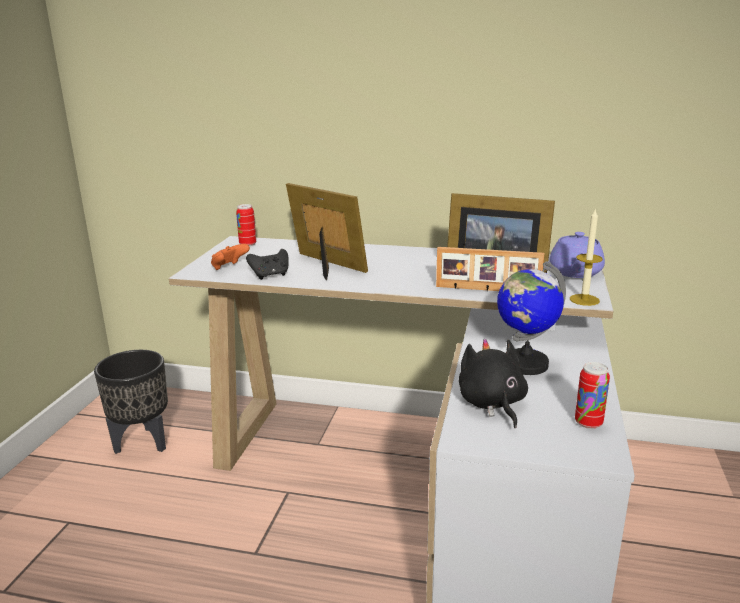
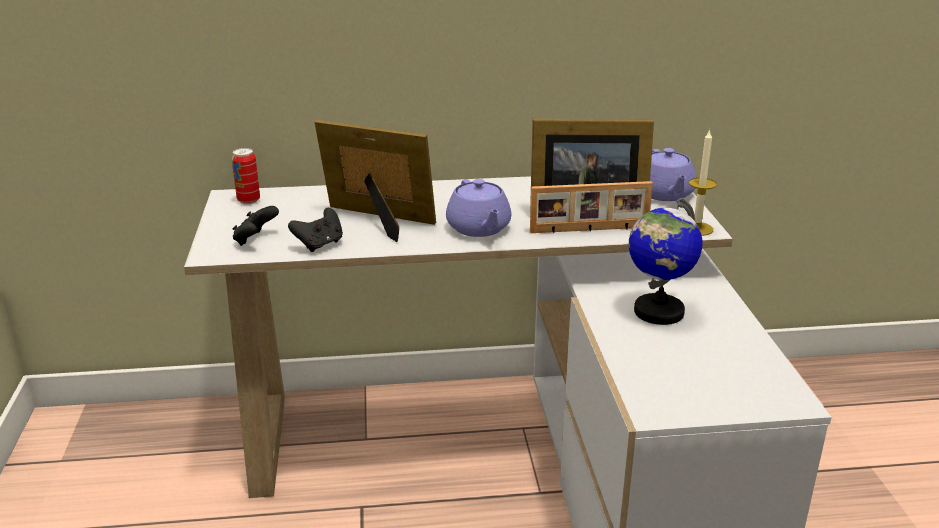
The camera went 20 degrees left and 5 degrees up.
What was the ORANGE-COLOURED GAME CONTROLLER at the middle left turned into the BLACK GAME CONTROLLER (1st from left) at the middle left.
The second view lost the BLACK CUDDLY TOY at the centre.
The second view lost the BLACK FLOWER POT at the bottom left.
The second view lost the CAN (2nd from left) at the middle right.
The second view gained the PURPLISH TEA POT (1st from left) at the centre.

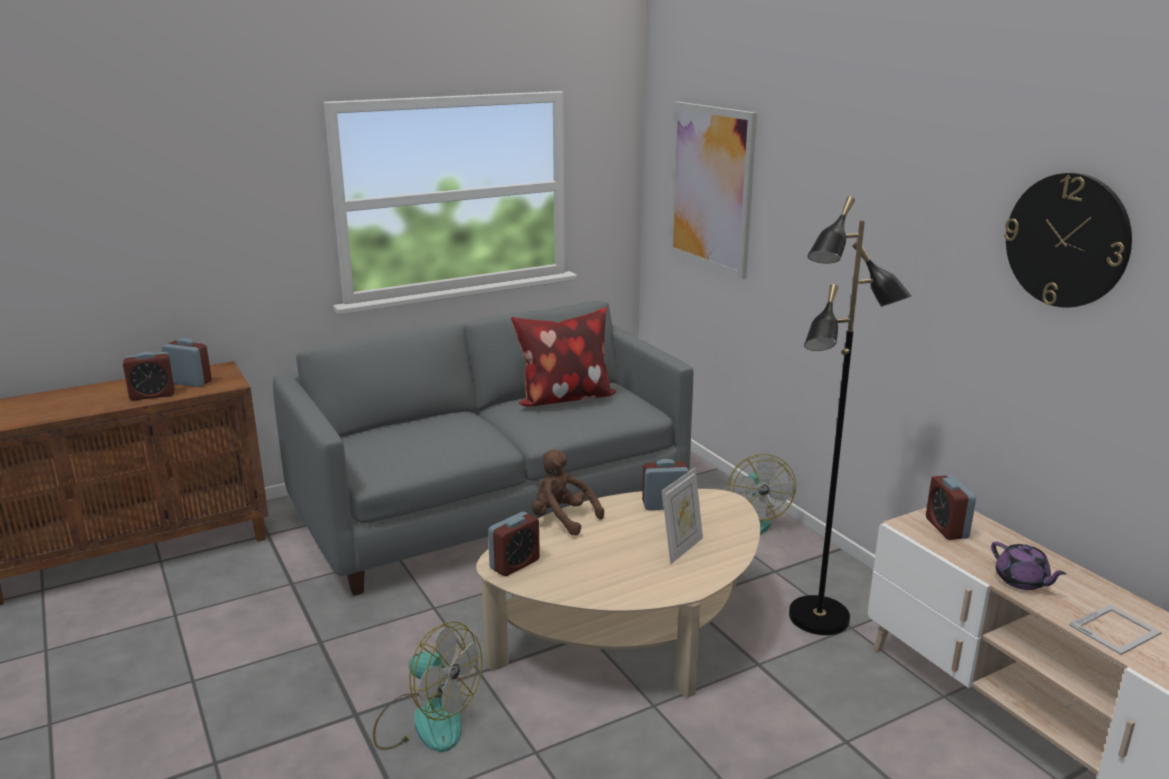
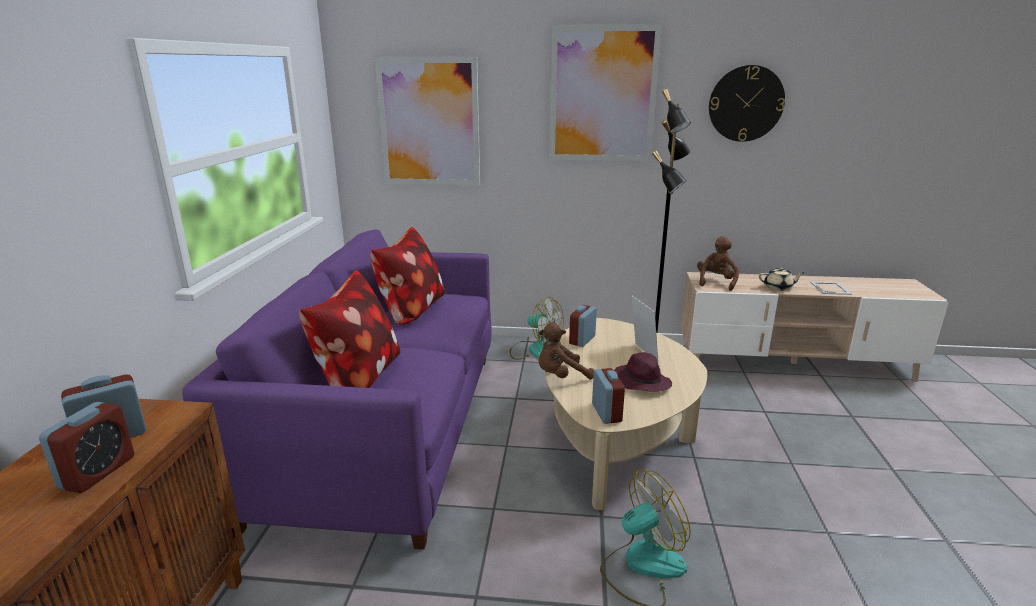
The camera went 55 degrees left and 0 degrees up.
What was the GRAY SOFA at the centre turned into the PURPLISH SOFA at the middle left.
Where the BEDSIDE CLOCK (5th from left) stood at the middle right, the BROWN CUDDLY TOY (2nd from left) came to stand at the middle right.
What was the PURPLISH TEA POT at the bottom right turned into the SAND-COLOURED TEA POT at the middle right.
The second view gained the PICTURE (2nd from left) at the top centre.
The second view gained the PILLOW (1st from left) at the centre.
The second view gained the PURPLISH CLOTHING HAT at the centre.

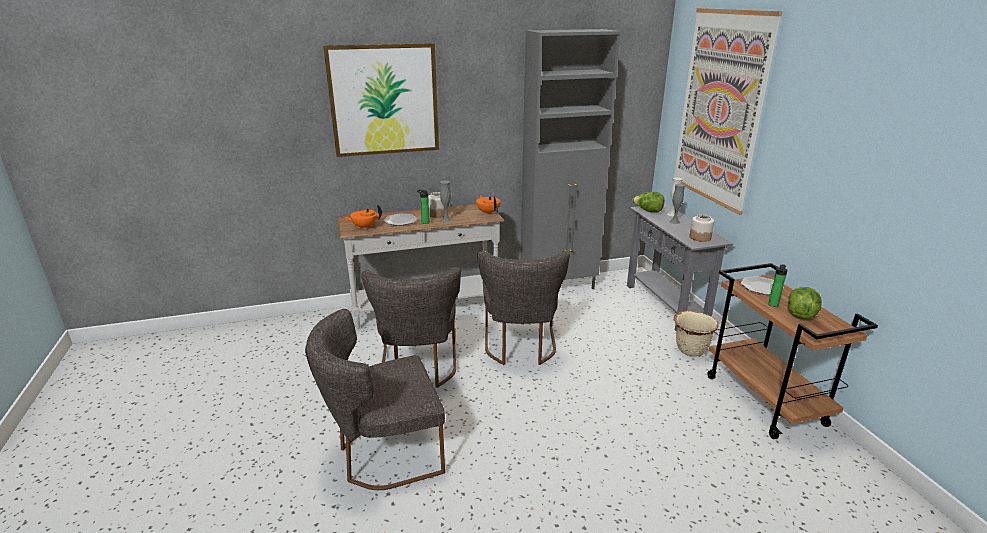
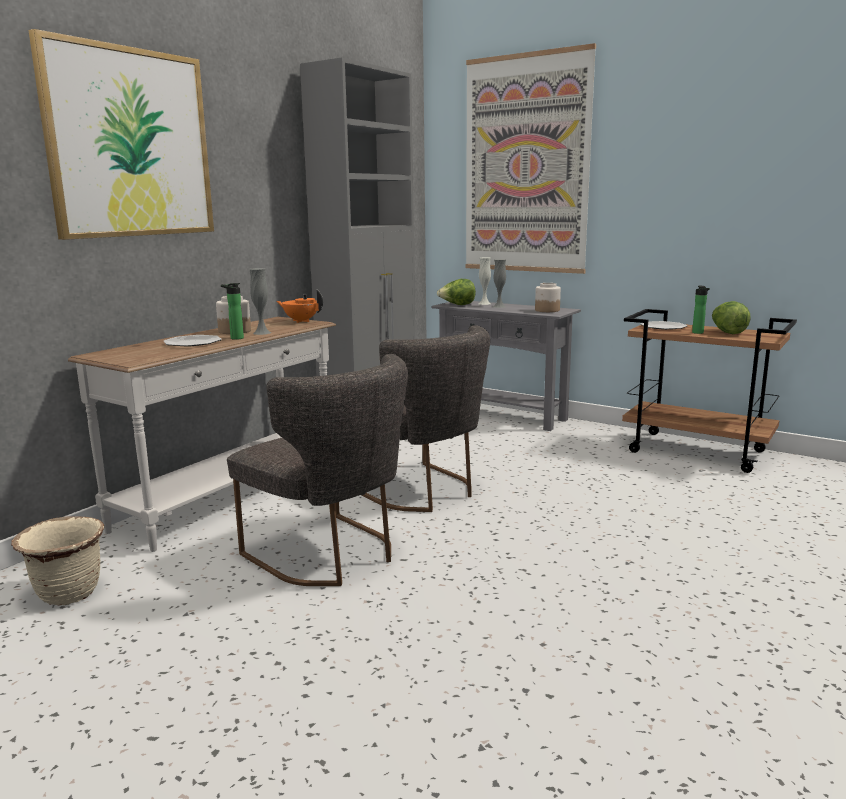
The camera went 40 degrees left and 10 degrees down.
The second view lost the ORANGE-COLOURED TEA POT (1st from left) at the centre.
The second view lost the GRAY PLAIN CHAIR (1st from left) at the bottom centre.
The SAND-COLOURED FLOWER POT ended up elsewhere, having gone from the middle right to the bottom left.

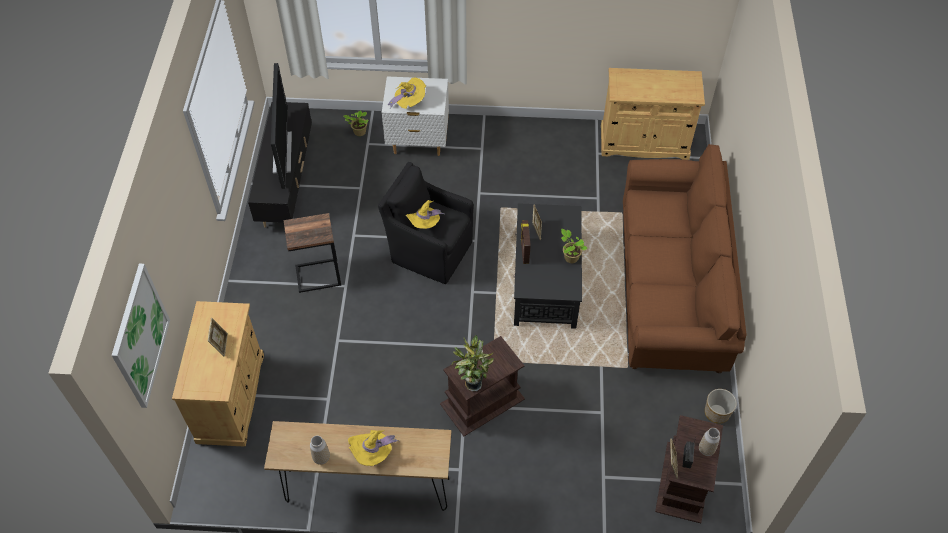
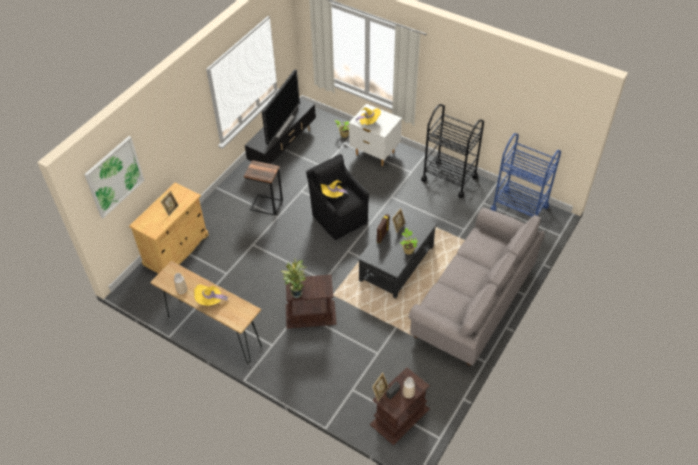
The camera went 30 degrees right and 5 degrees down.
Where the SAND-COLOURED STORAGE CABINET (2nd from left) stood at the top right, the BLUE-COLOURED WHEELED CART came to stand at the middle right.
What was the BROWN SOFA at the middle right turned into the GRAY SOFA at the middle right.
The second view lost the FLOWER POT at the bottom right.
The second view gained the BLACK WHEELED CART at the top centre.

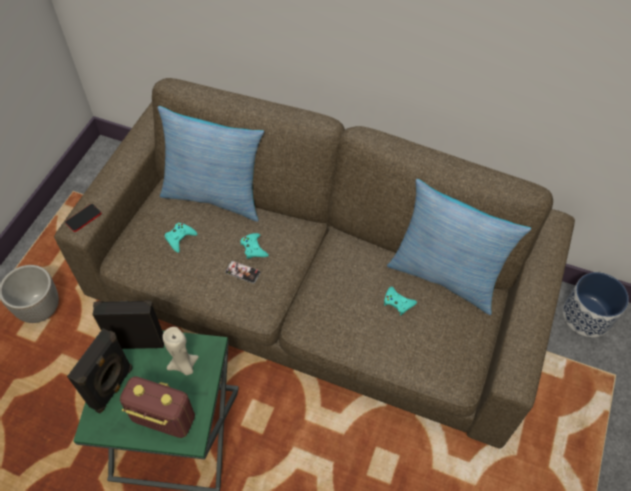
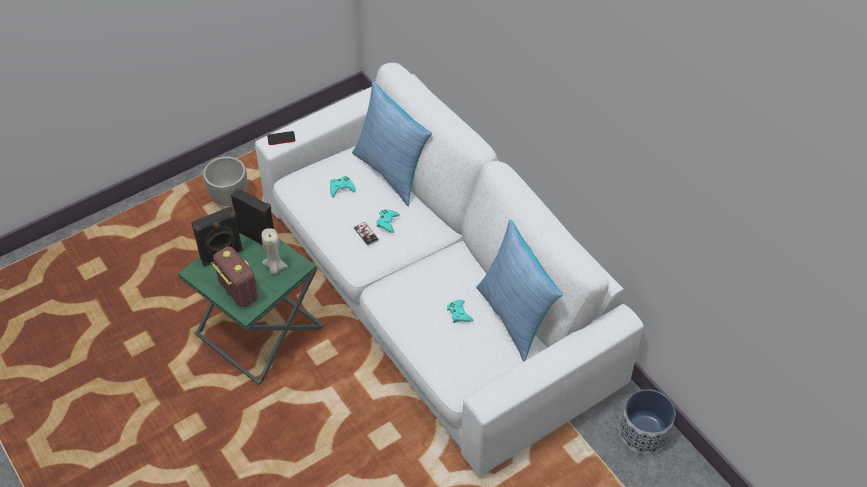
The camera went 35 degrees right and 5 degrees down.
What was the BROWN SOFA at the centre turned into the WHITE SOFA at the centre.

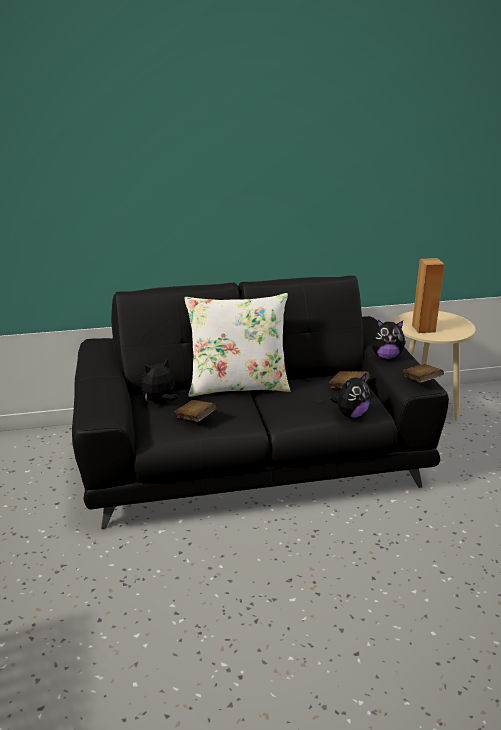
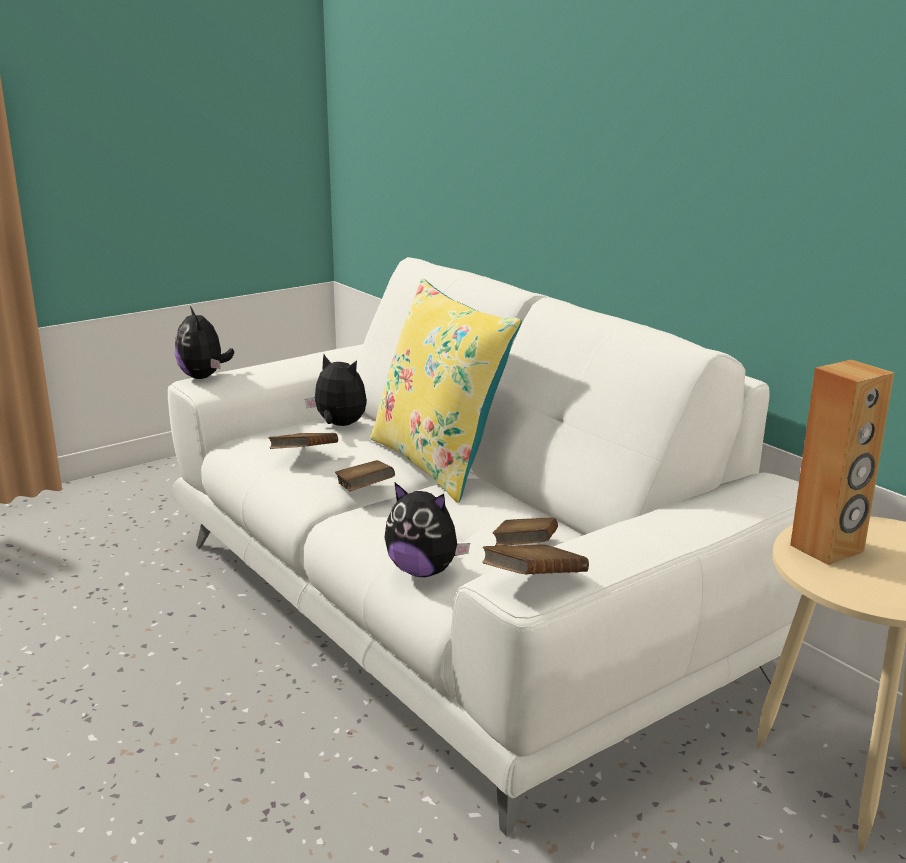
The camera went 65 degrees right and 5 degrees down.
What was the BLACK SOFA at the centre turned into the WHITE SOFA at the centre.
What was the WHITE PILLOW at the centre turned into the YELLOW-COLOURED PILLOW at the centre.
The CUDDLY TOY (3rd from left in the first image) ended up elsewhere, having gone from the middle right to the middle left.
The second view gained the BROWN BOUND BOOK (2nd from left) at the centre.

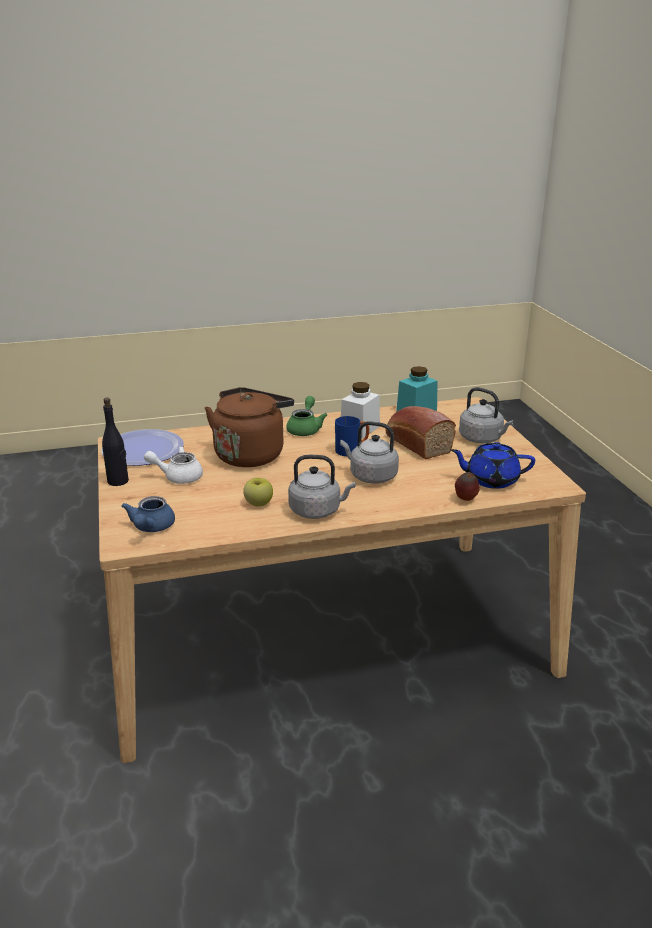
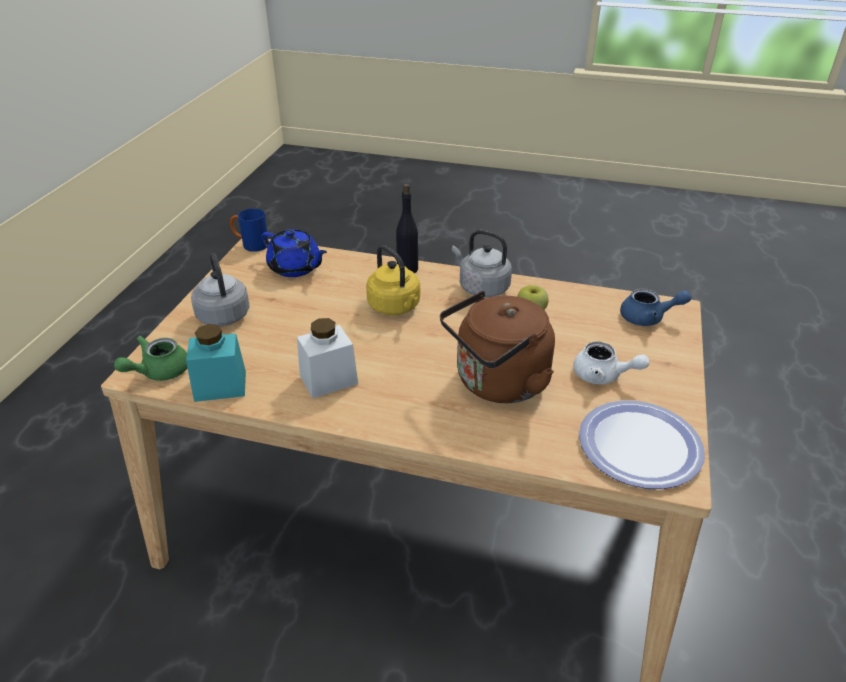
The camera went 150 degrees left and 10 degrees up.
The GREEN TEA POT ended up elsewhere, having gone from the centre to the middle left.
The BLACK BOTTLE ended up elsewhere, having gone from the middle left to the centre.
The second view lost the BAKED BREAD at the centre.
The BLUE-COLOURED TEA MUG ended up elsewhere, having gone from the centre to the middle left.
What was the GRAY KETTLE (2nd from left) at the centre turned into the YELLOW-COLOURED KETTLE at the centre.
The second view lost the APPLE FRUIT (2nd from left) at the middle right.
The BLUE-COLOURED TEA POT (1st from left in the first image) at the middle left ended up facing another way, 60 degrees clockwise from before.

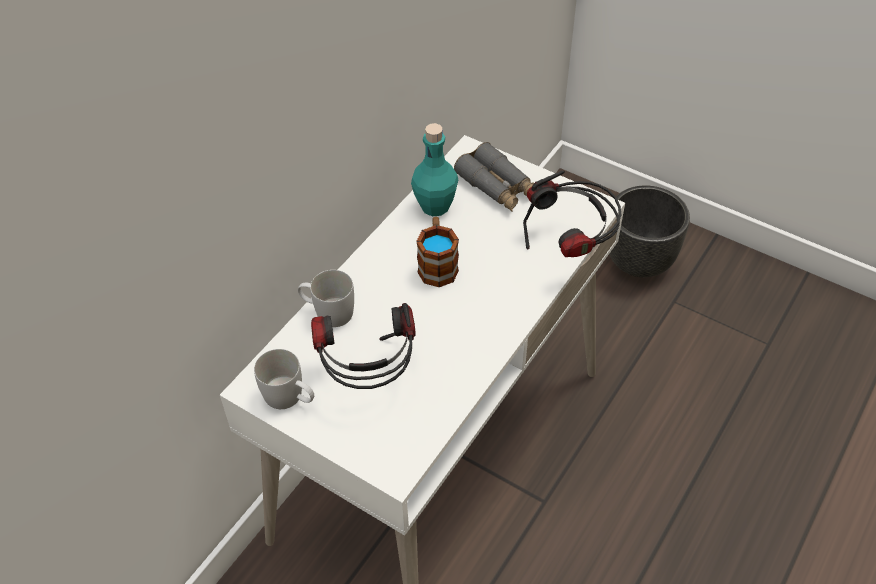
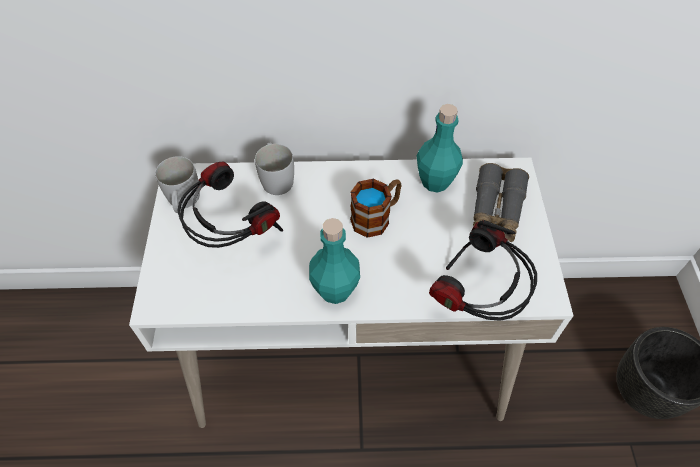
The camera went 55 degrees right and 5 degrees up.
The second view gained the TURQUOISE BOTTLE (1st from left) at the centre.

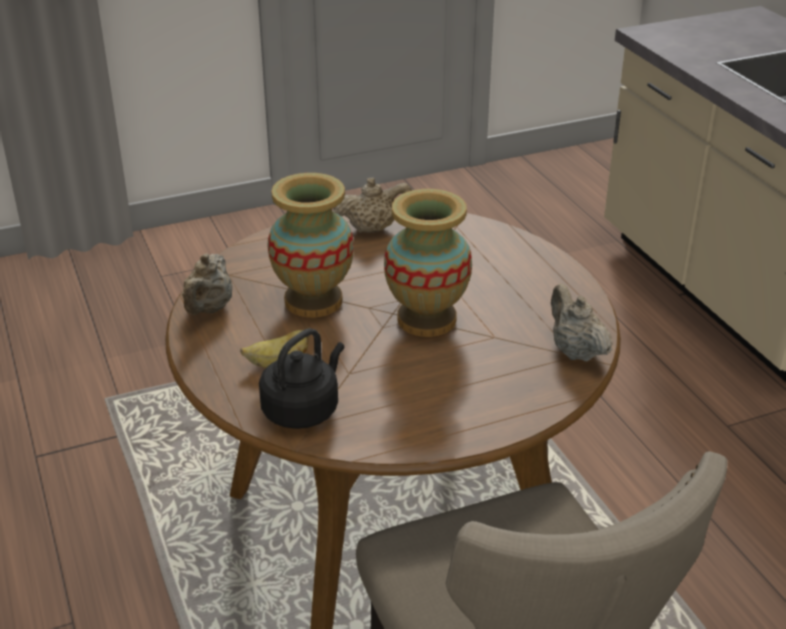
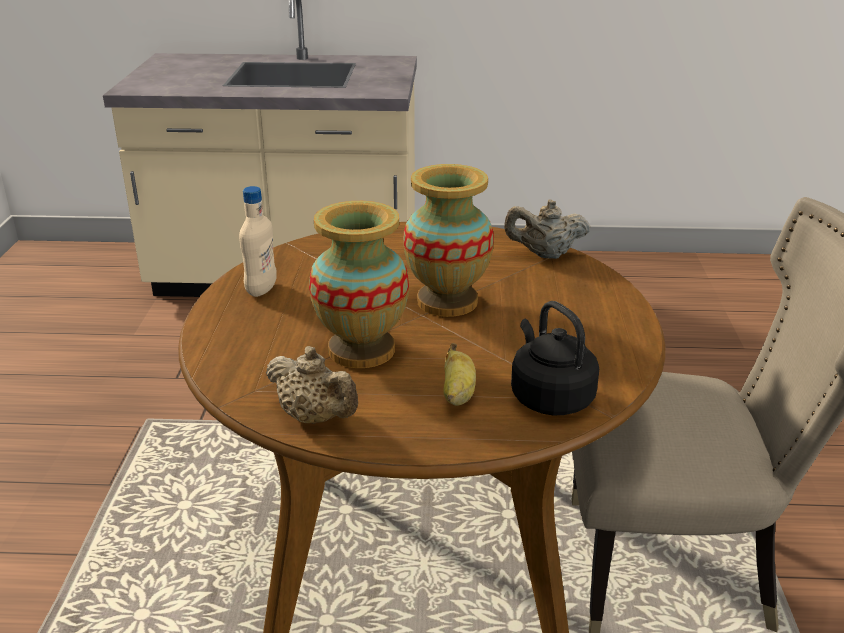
The camera went 65 degrees left and 5 degrees down.
Where the SAND-COLOURED TEA POT (2nd from left) stood at the top centre, the SAND-COLOURED BOTTLE came to stand at the middle left.

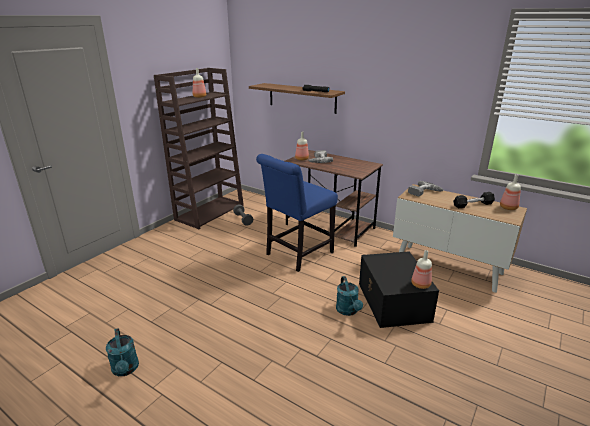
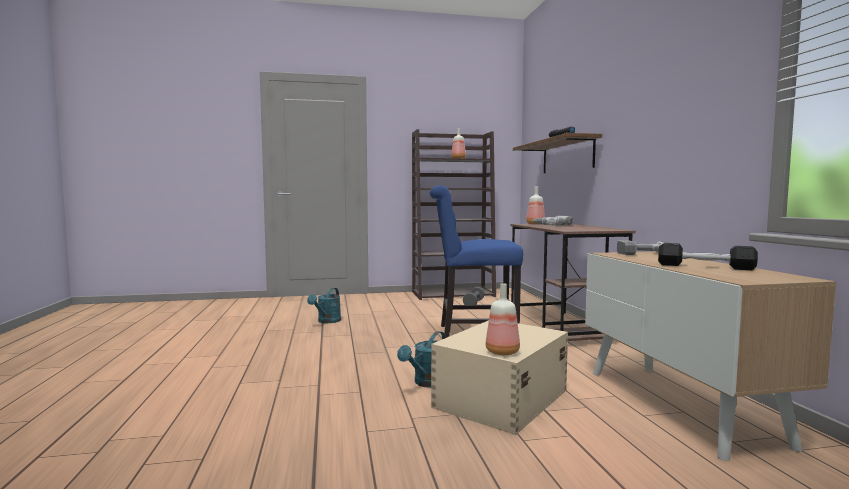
The camera went 45 degrees right and 20 degrees down.
The second view lost the BOTTLE (4th from left) at the middle right.
What was the BLACK STORAGE BIN at the bottom right turned into the SAND-COLOURED STORAGE BIN at the bottom centre.
The TURQUOISE SPRINKLING CAN (1st from left) ended up elsewhere, having gone from the bottom left to the centre.

